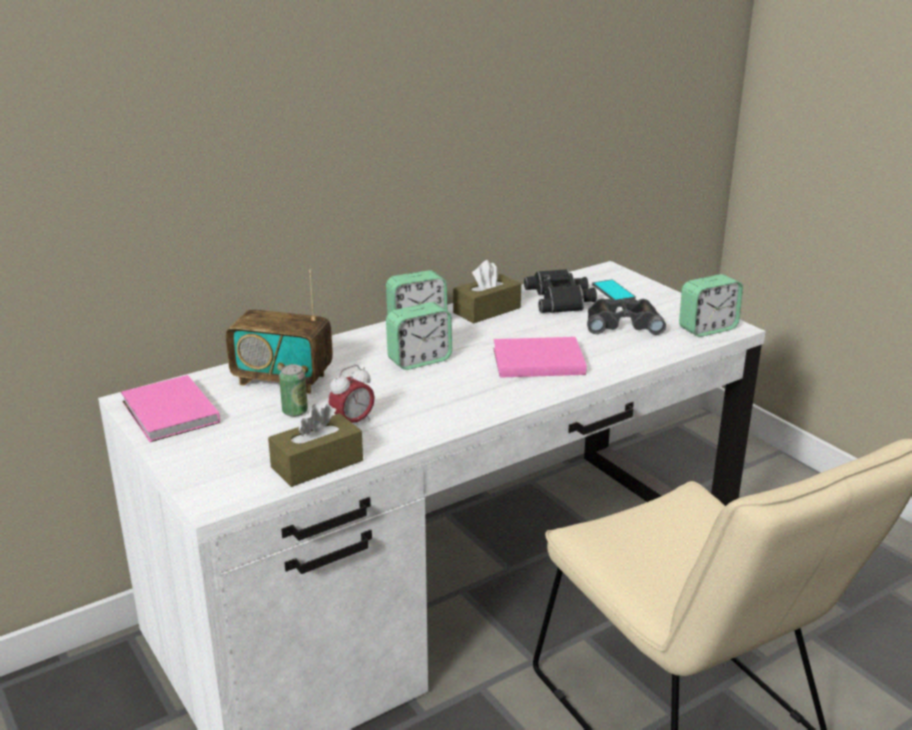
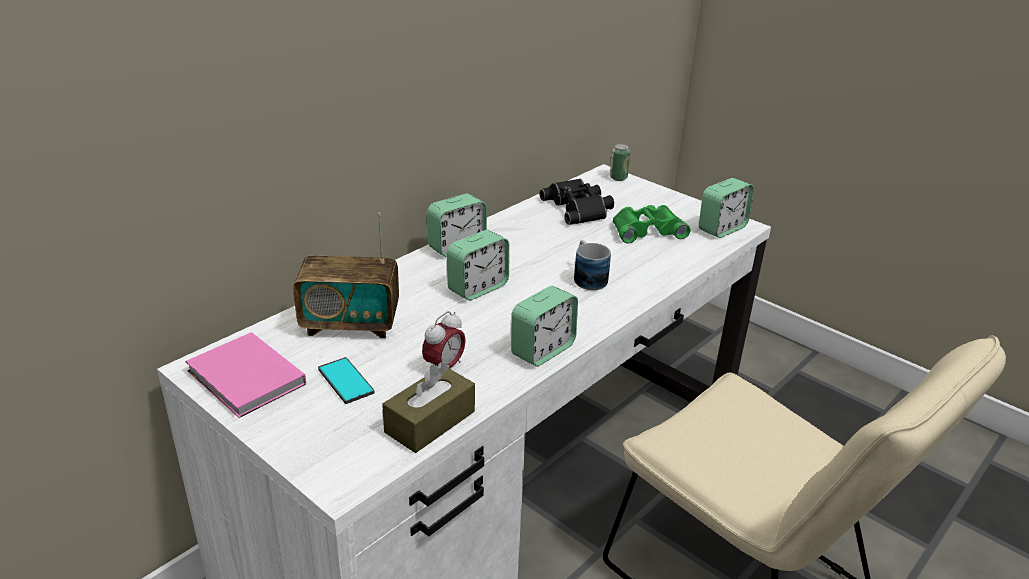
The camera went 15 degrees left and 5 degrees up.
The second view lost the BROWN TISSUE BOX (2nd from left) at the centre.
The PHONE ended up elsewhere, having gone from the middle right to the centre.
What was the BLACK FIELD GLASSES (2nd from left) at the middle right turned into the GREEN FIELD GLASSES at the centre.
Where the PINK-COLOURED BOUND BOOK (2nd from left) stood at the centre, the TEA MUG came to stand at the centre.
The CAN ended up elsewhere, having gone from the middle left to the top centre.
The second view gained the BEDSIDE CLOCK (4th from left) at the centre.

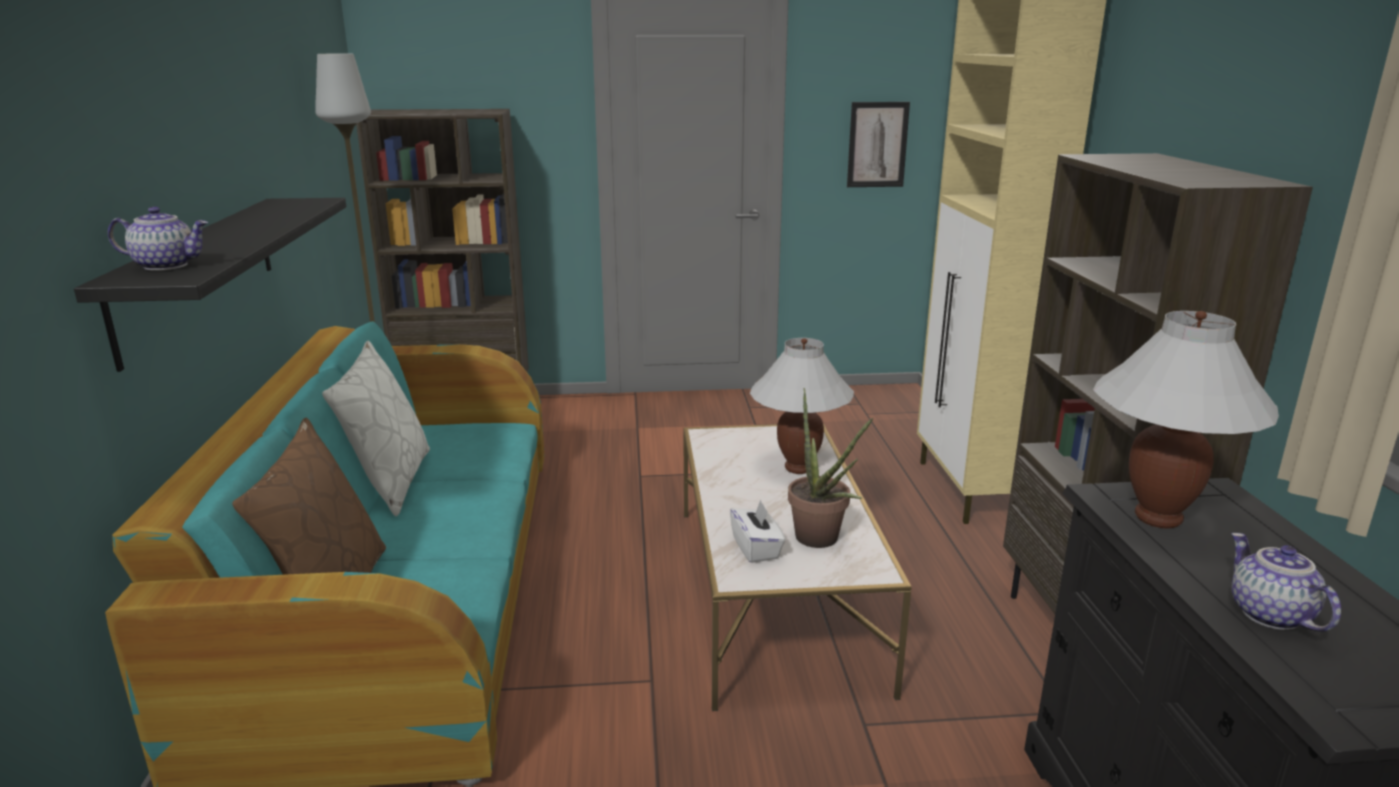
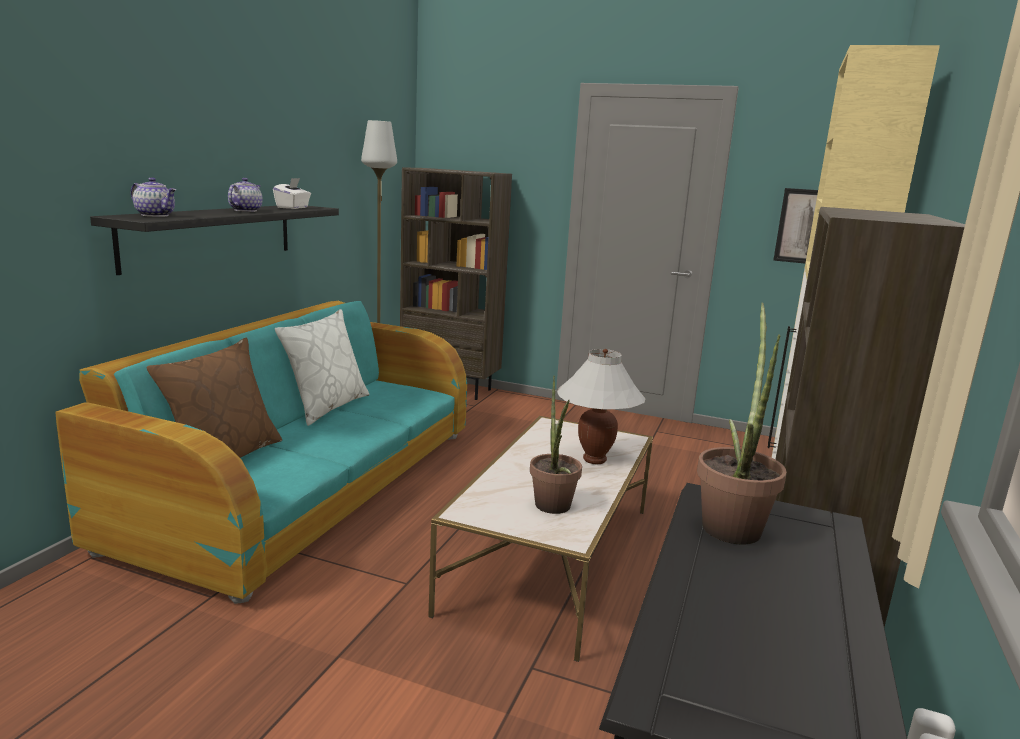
The camera went 25 degrees right and 5 degrees down.
Where the WHITE TABLETOP LAMP (2nd from left) stood at the middle right, the PLANT IN A POT (2nd from left) came to stand at the middle right.
The WHITE TISSUE BOX ended up elsewhere, having gone from the bottom centre to the top left.
The TEA POT (2nd from left) ended up elsewhere, having gone from the bottom right to the top left.

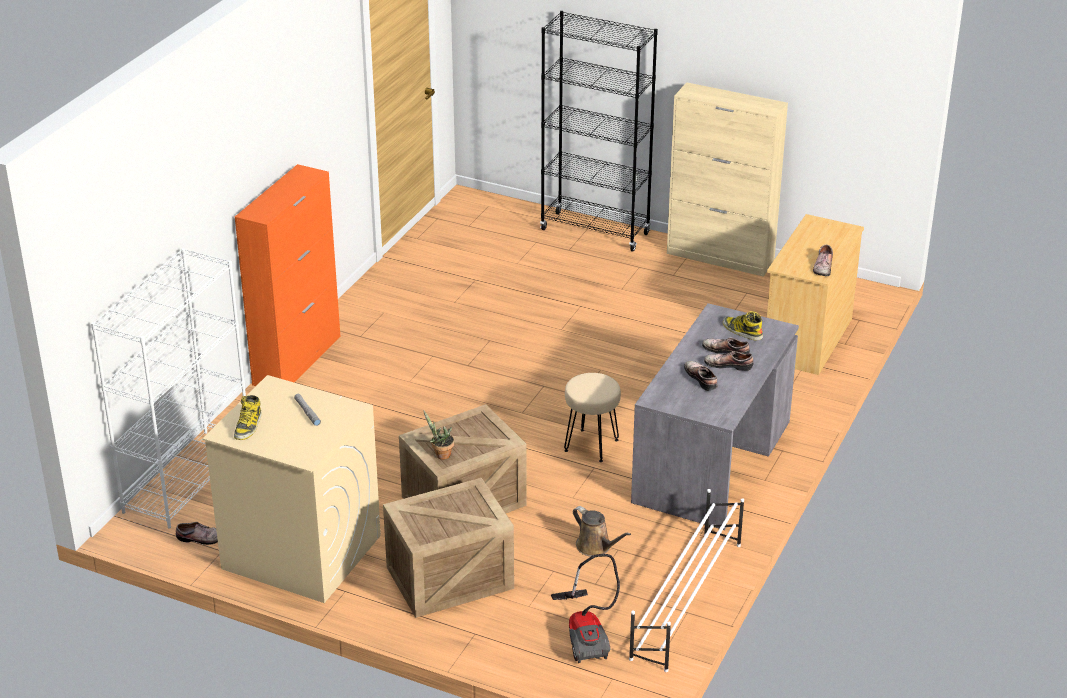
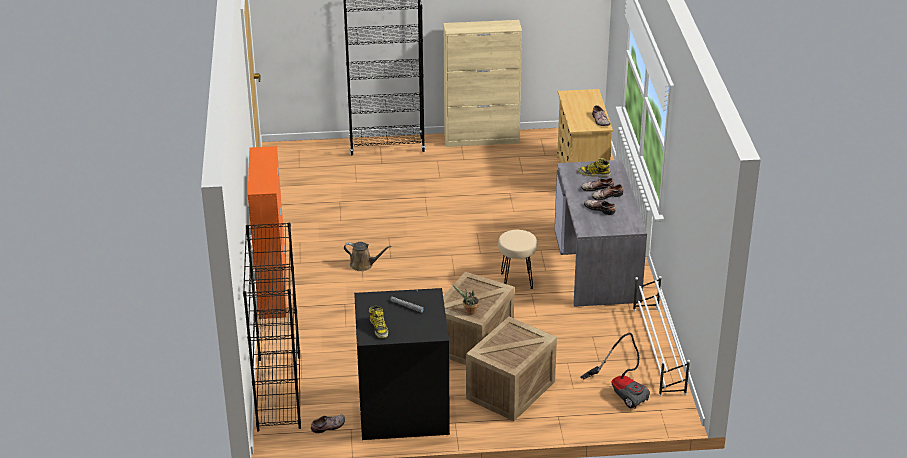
The camera went 30 degrees left and 0 degrees up.
What was the WHITE BOOKCASE at the middle left turned into the BLACK BOOKCASE (1st from left) at the bottom left.
What was the SAND-COLOURED WASHING MACHINE at the bottom left turned into the BLACK WASHING MACHINE at the bottom centre.
The BROWN SPRINKLING CAN ended up elsewhere, having gone from the bottom centre to the centre.

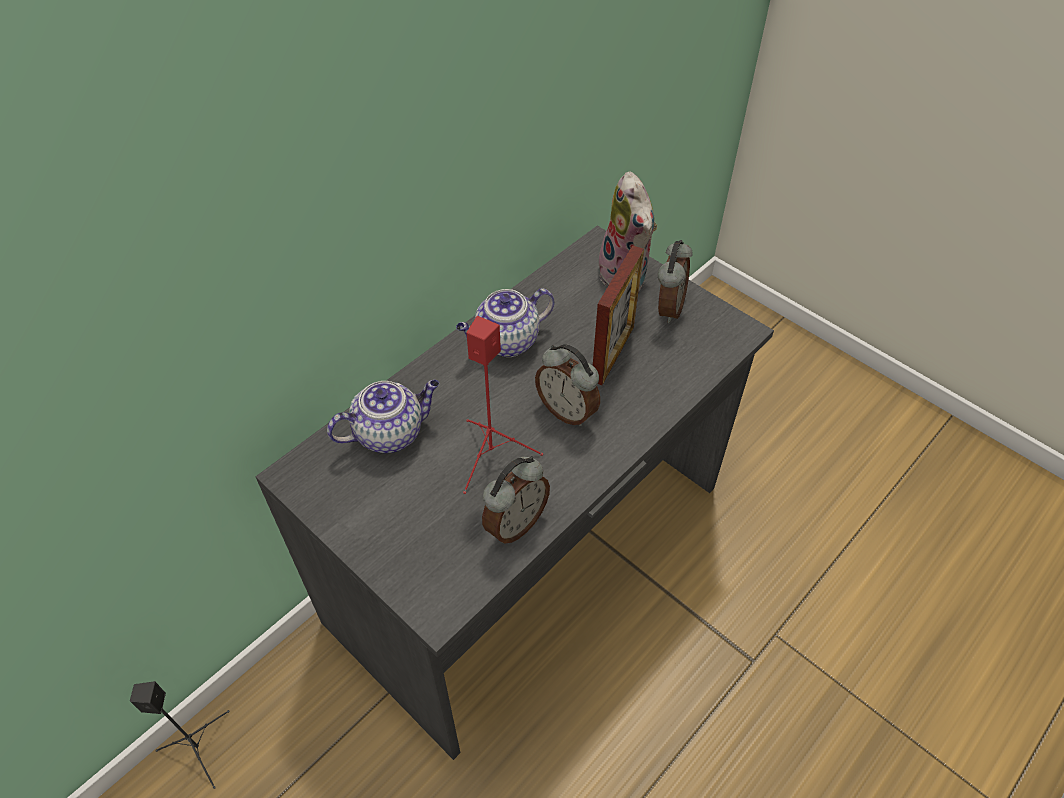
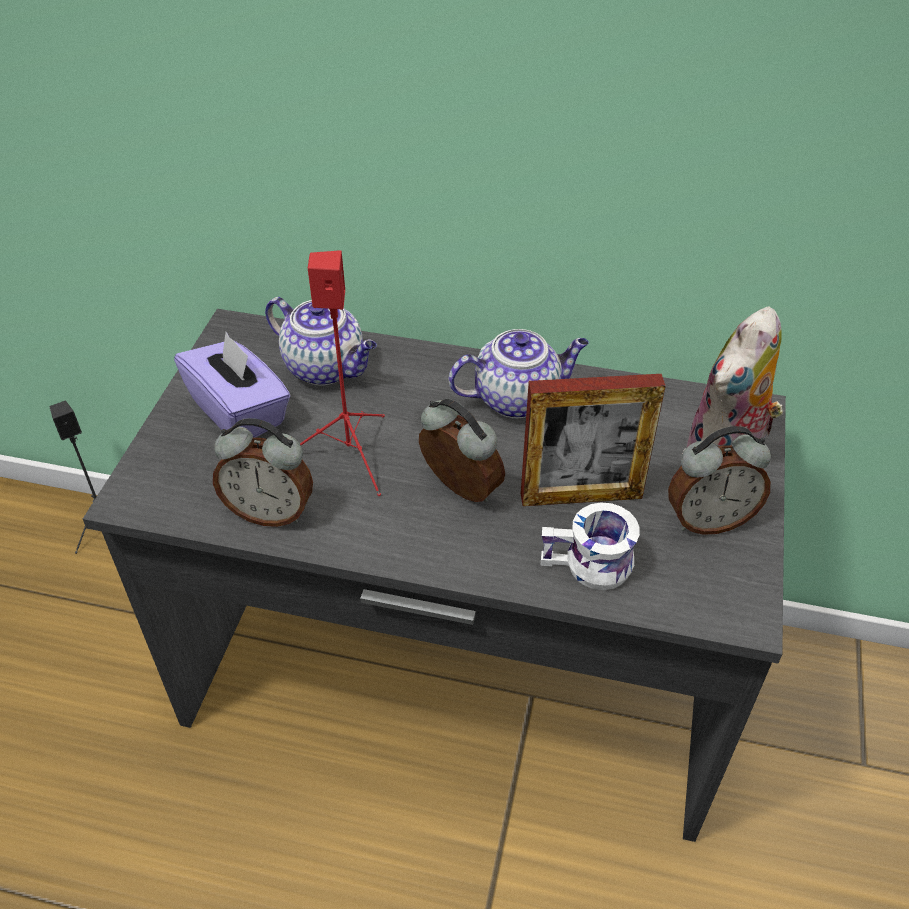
The camera went 60 degrees right and 5 degrees down.
The TEA POT (2nd from left) at the centre ended up facing another way, 135 degrees clockwise from before.
The BEDSIDE CLOCK (2nd from left) at the centre ended up facing another way, 120 degrees clockwise from before.
The second view gained the PURPLISH TISSUE BOX at the middle left.
The second view gained the WHITE TEA MUG at the centre.

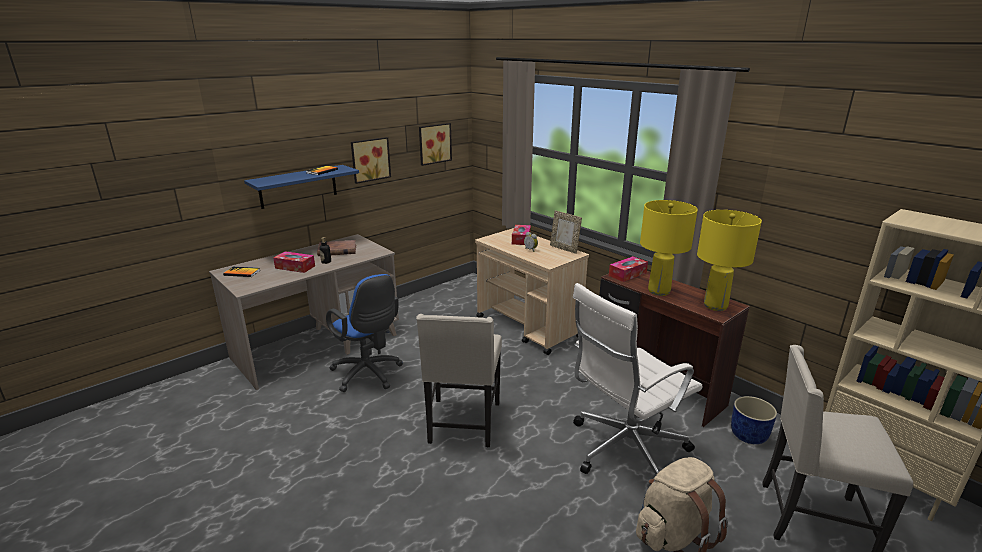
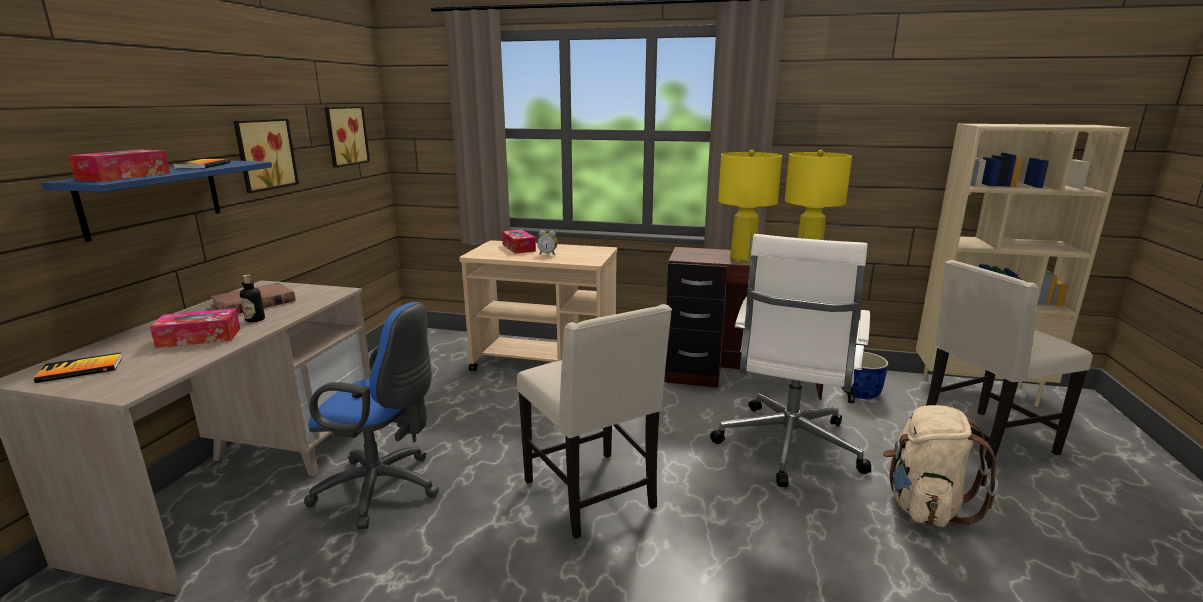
The camera went 35 degrees left and 5 degrees down.
The second view lost the PHOTO FRAME at the centre.
The TISSUE BOX (3rd from left in the first image) ended up elsewhere, having gone from the centre to the top left.

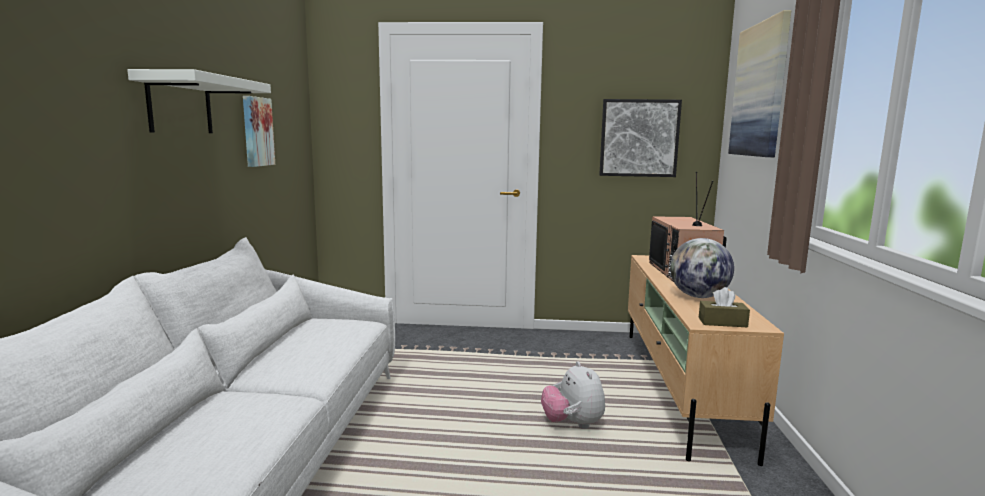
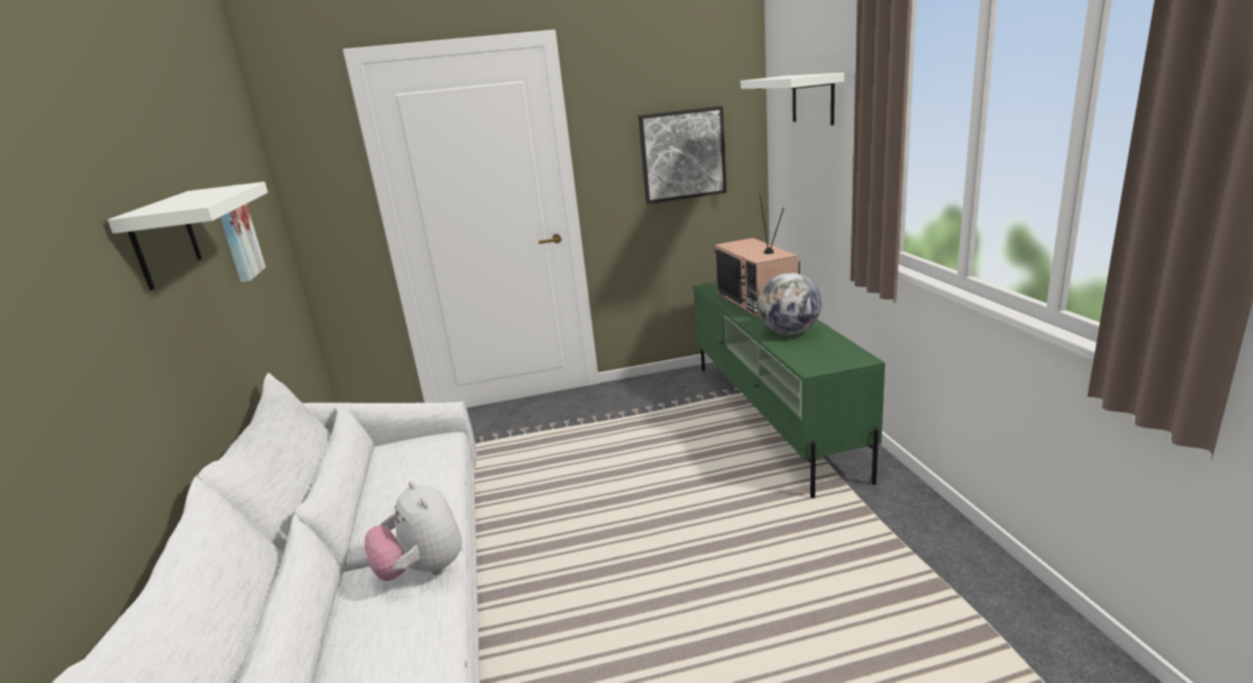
The camera went 15 degrees left and 10 degrees up.
Where the PICTURE (3rd from left) hung at the top right, the WHITE BRACKET SHELF (2nd from left) came to hang at the top centre.
What was the SAND-COLOURED TV STAND at the bottom right turned into the GREEN TV STAND at the centre.
The second view lost the BROWN TISSUE BOX at the middle right.
The CUDDLY TOY ended up elsewhere, having gone from the bottom centre to the bottom left.

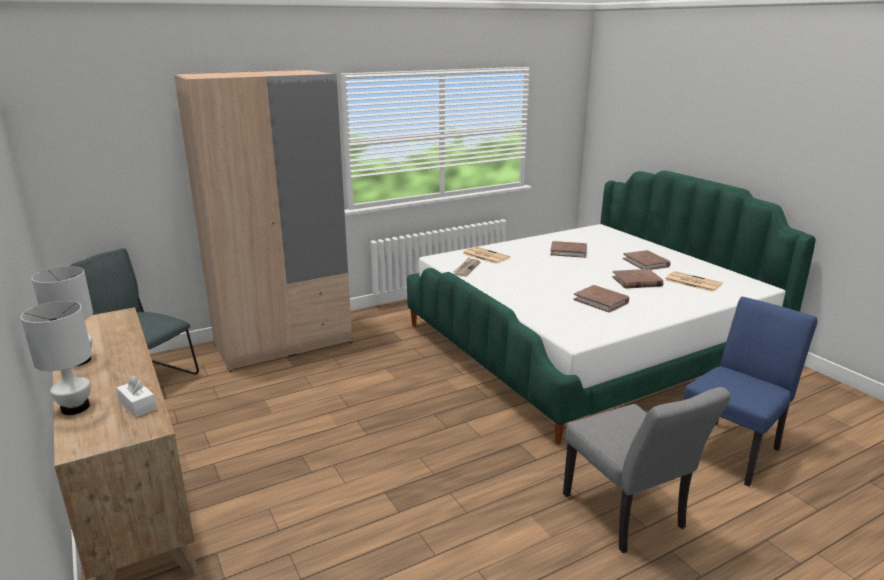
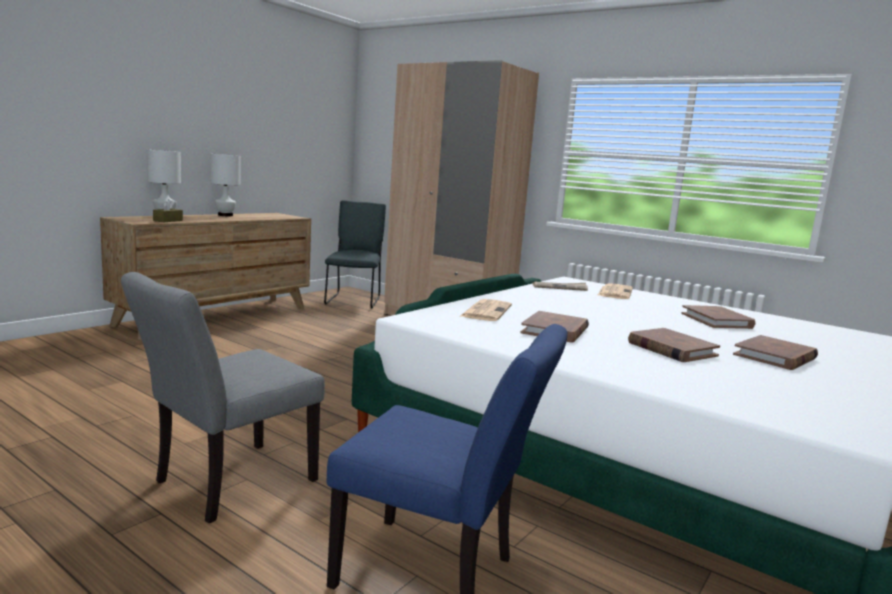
The camera went 65 degrees right and 10 degrees down.
The PRINTED PAPER (3rd from left in the first image) ended up elsewhere, having gone from the middle right to the centre.
What was the WHITE TISSUE BOX at the bottom left turned into the BROWN TISSUE BOX at the middle left.

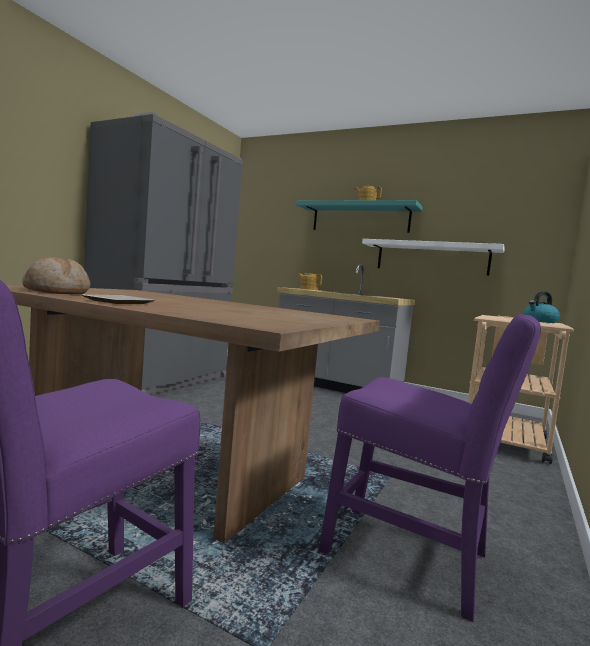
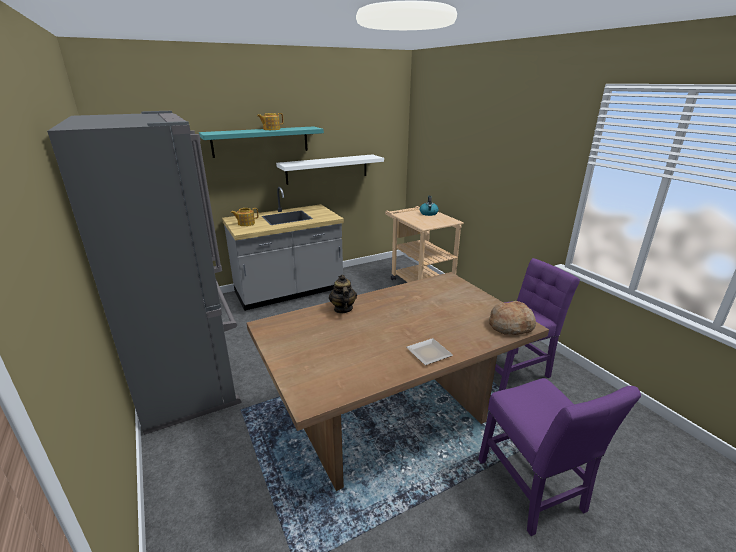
The camera went 55 degrees left and 20 degrees up.
The BAKED BREAD ended up elsewhere, having gone from the middle left to the middle right.
The second view gained the TEA POT (3rd from left) at the centre.

